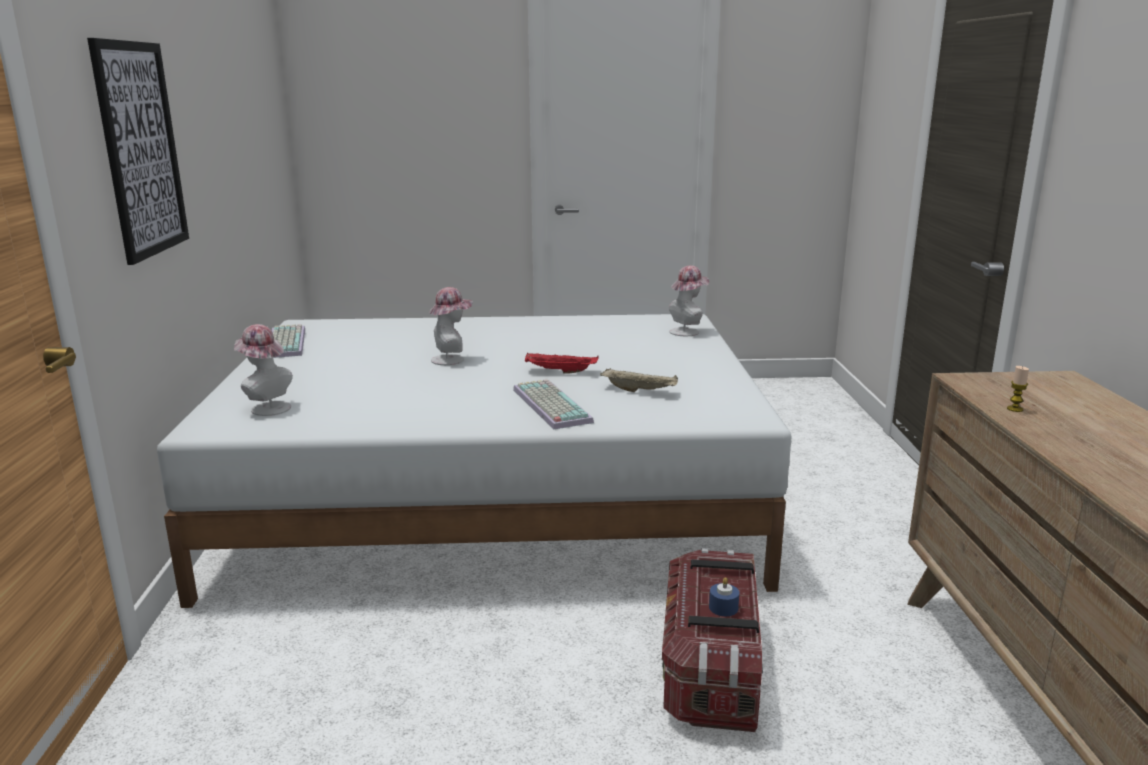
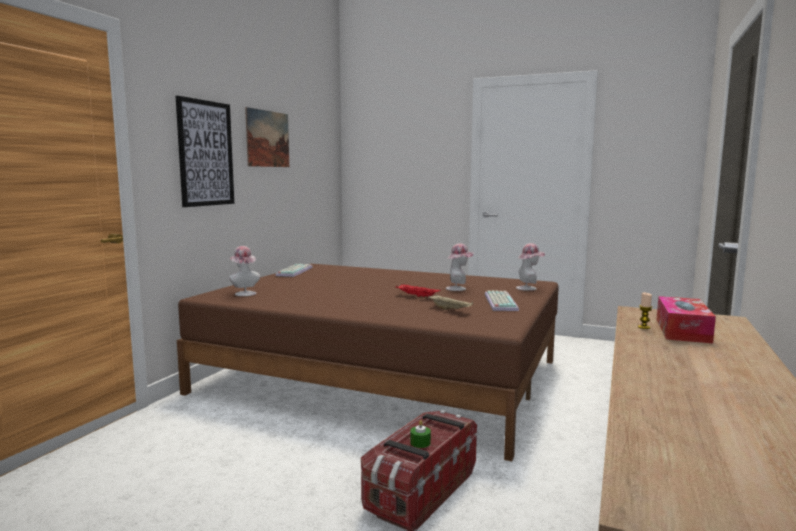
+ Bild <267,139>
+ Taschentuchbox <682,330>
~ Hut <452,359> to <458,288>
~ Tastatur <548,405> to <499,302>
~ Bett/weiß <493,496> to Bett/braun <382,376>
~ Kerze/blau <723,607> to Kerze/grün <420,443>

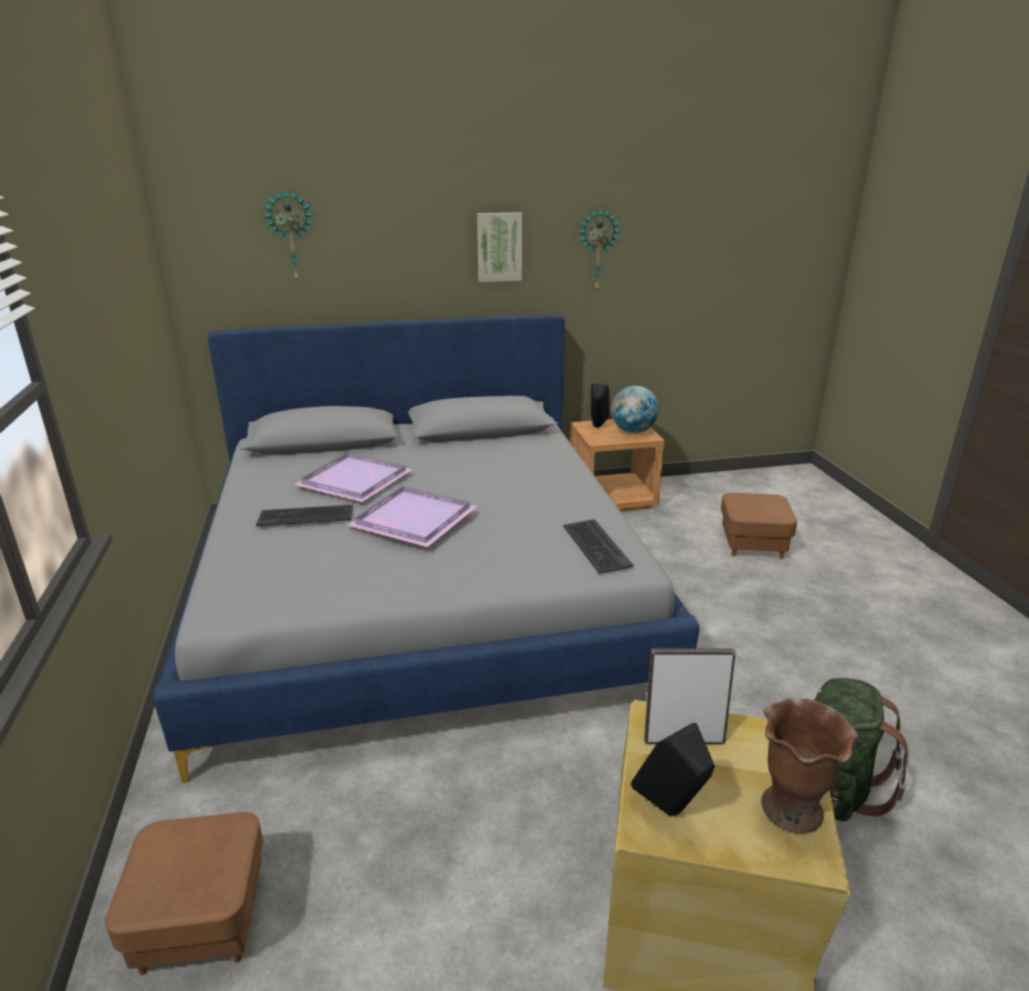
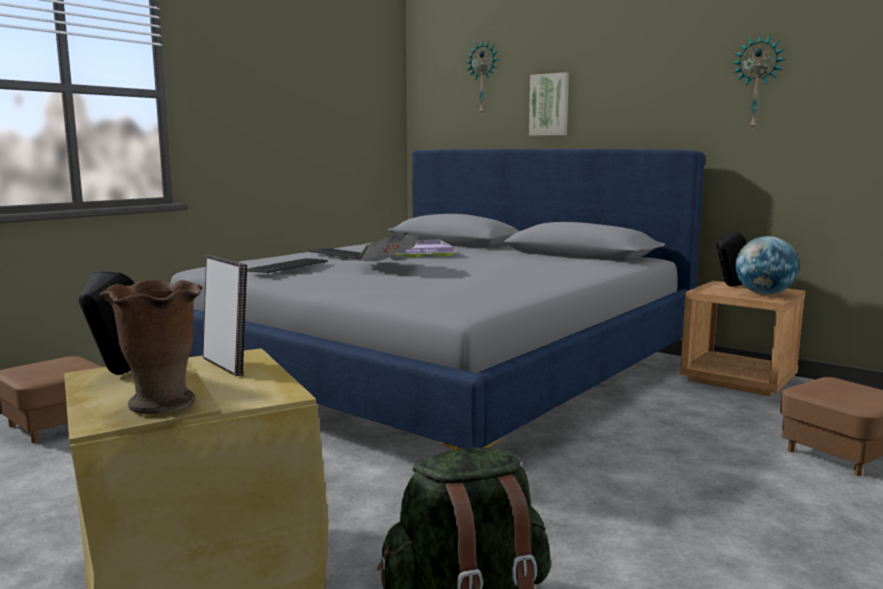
~ Bild <499,247> to <549,105>
~ Tastatur <595,546> to <287,266>
~ Tablett/lila <411,520> to Zeitung <388,265>

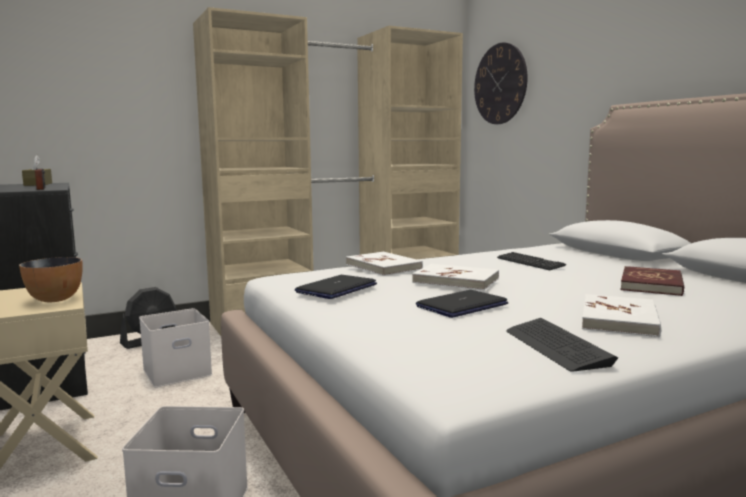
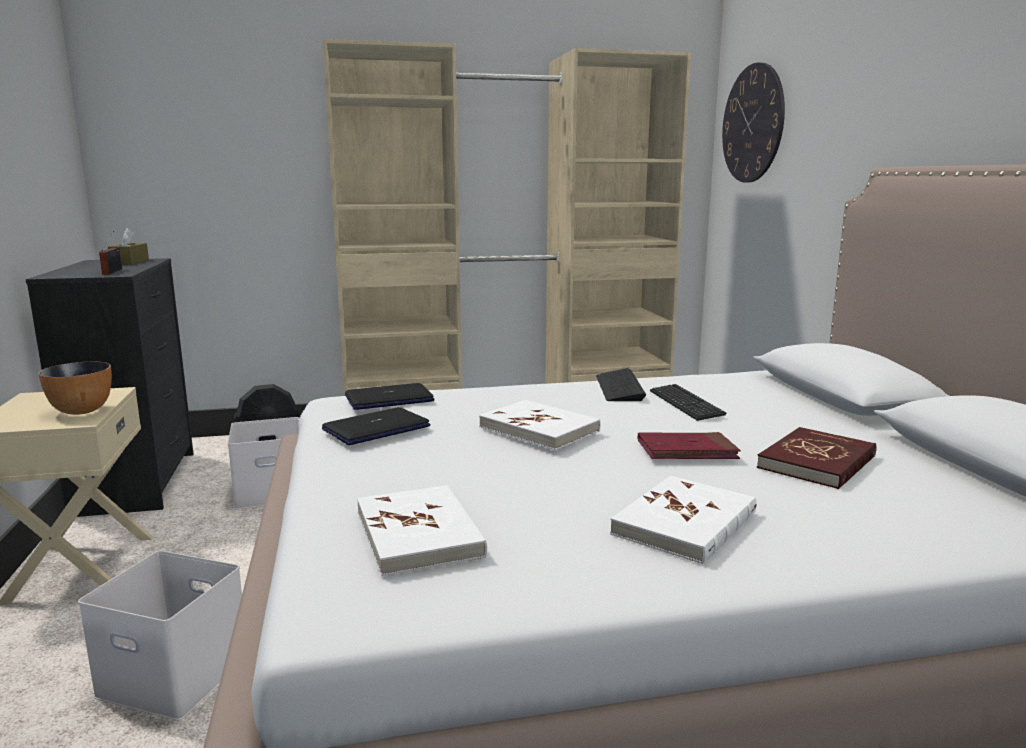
+ Buch/rot <686,451>
~ Buch/weiß <383,267> to <419,534>
~ Laptop <462,305> to <389,399>
~ Tastatur <556,346> to <619,387>

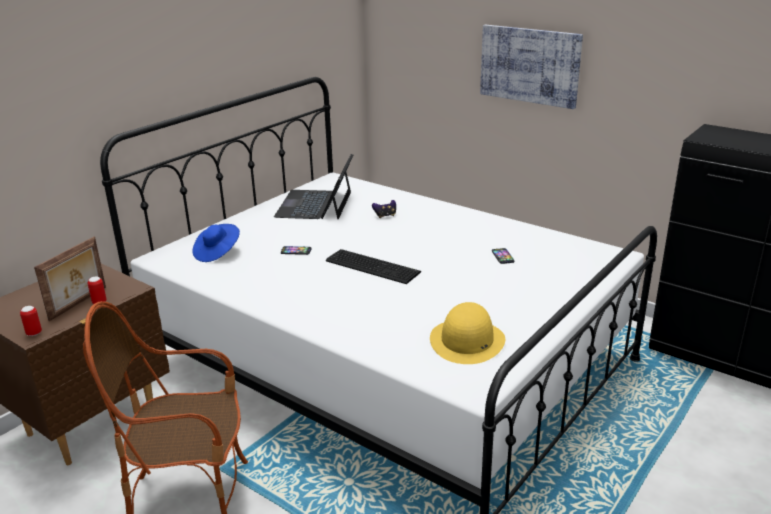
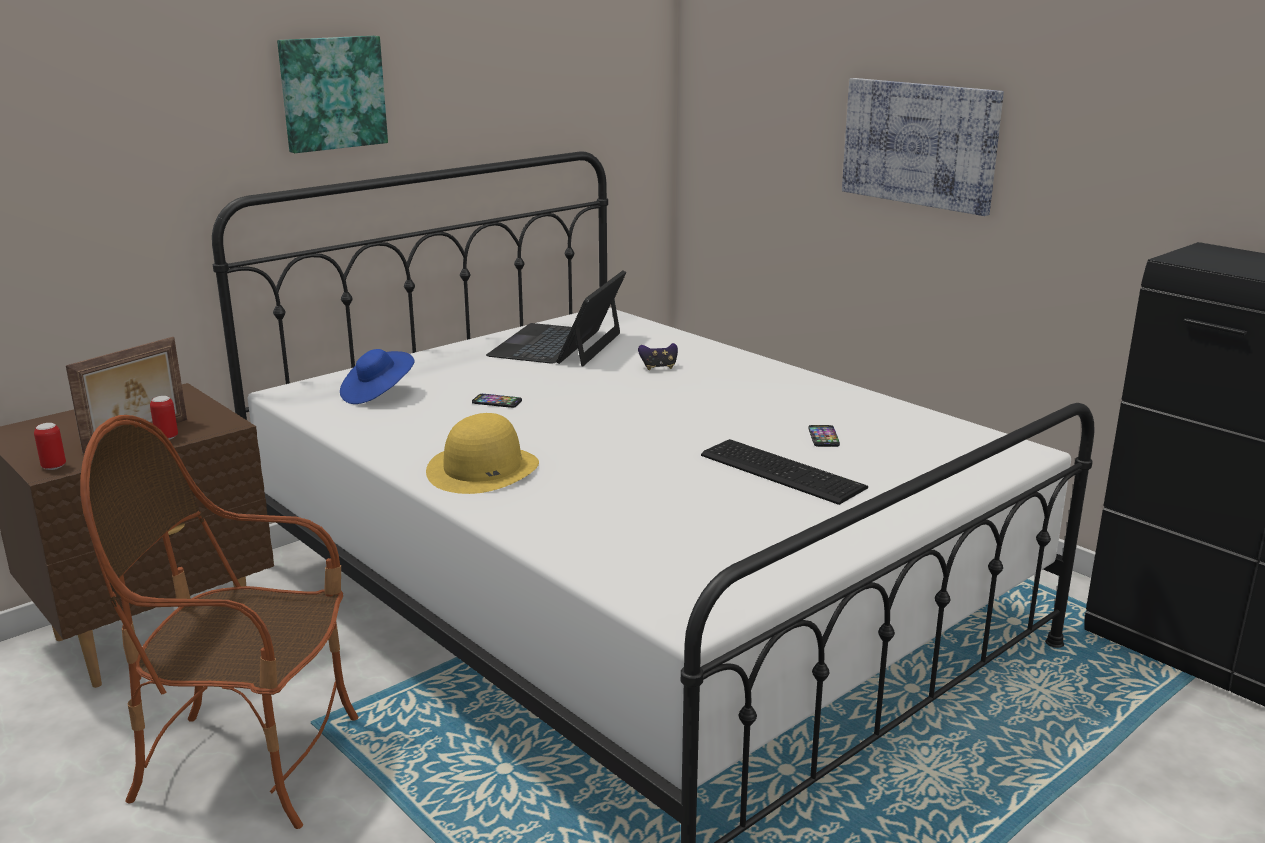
+ Bild <332,93>
~ Tastatur <372,265> to <781,470>
~ Hut/gelb <467,341> to <483,469>

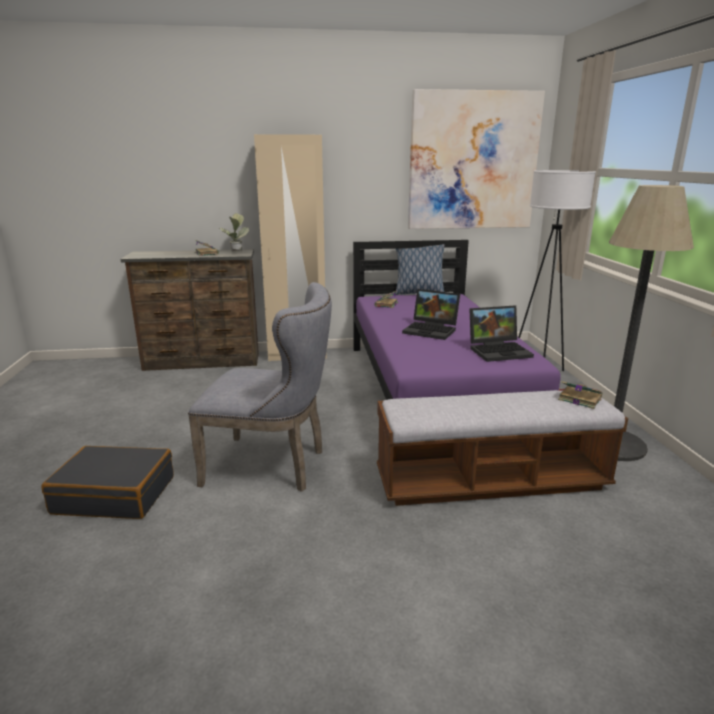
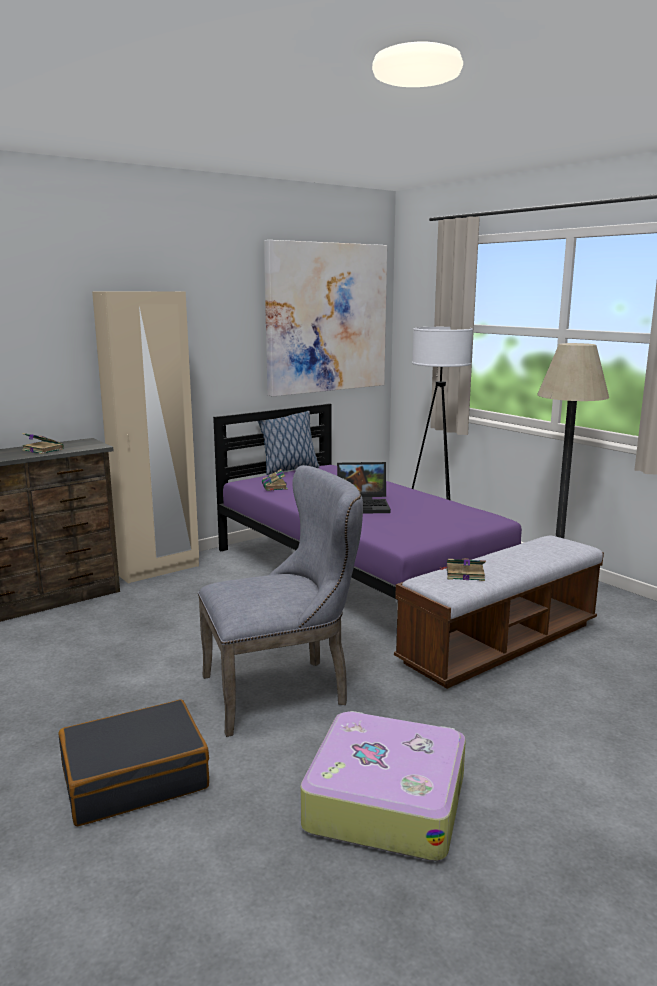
- Topfpflanze <236,252>
- Laptop <499,350>
+ Koffer <385,800>
~ Buch <578,399> to <463,574>

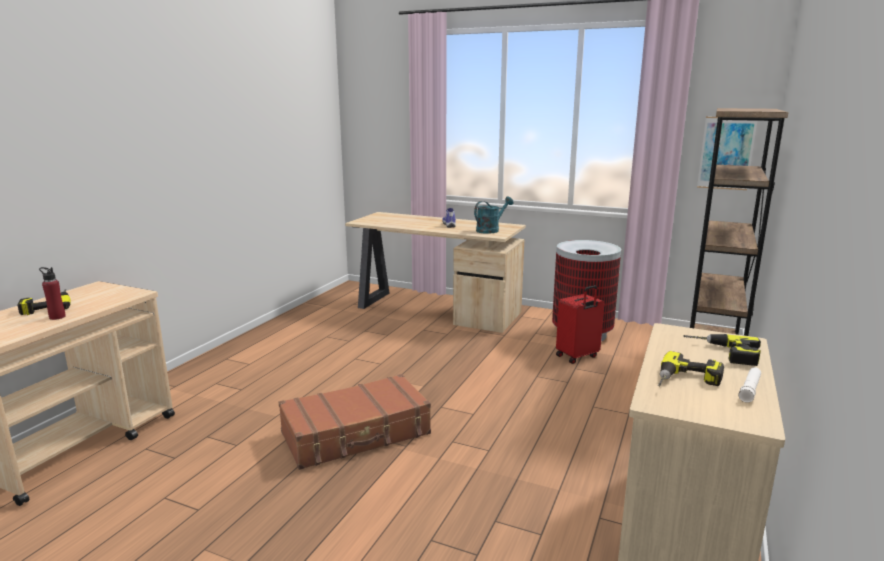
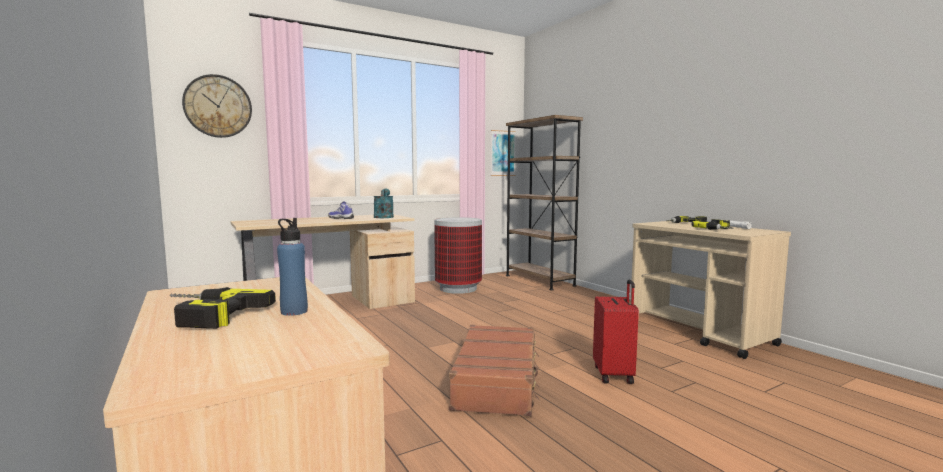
+ Wanduhr <218,106>
~ Koffer/rot <577,356> to <614,374>
~ Flasche/rot <57,317> to Flasche/blau <294,311>

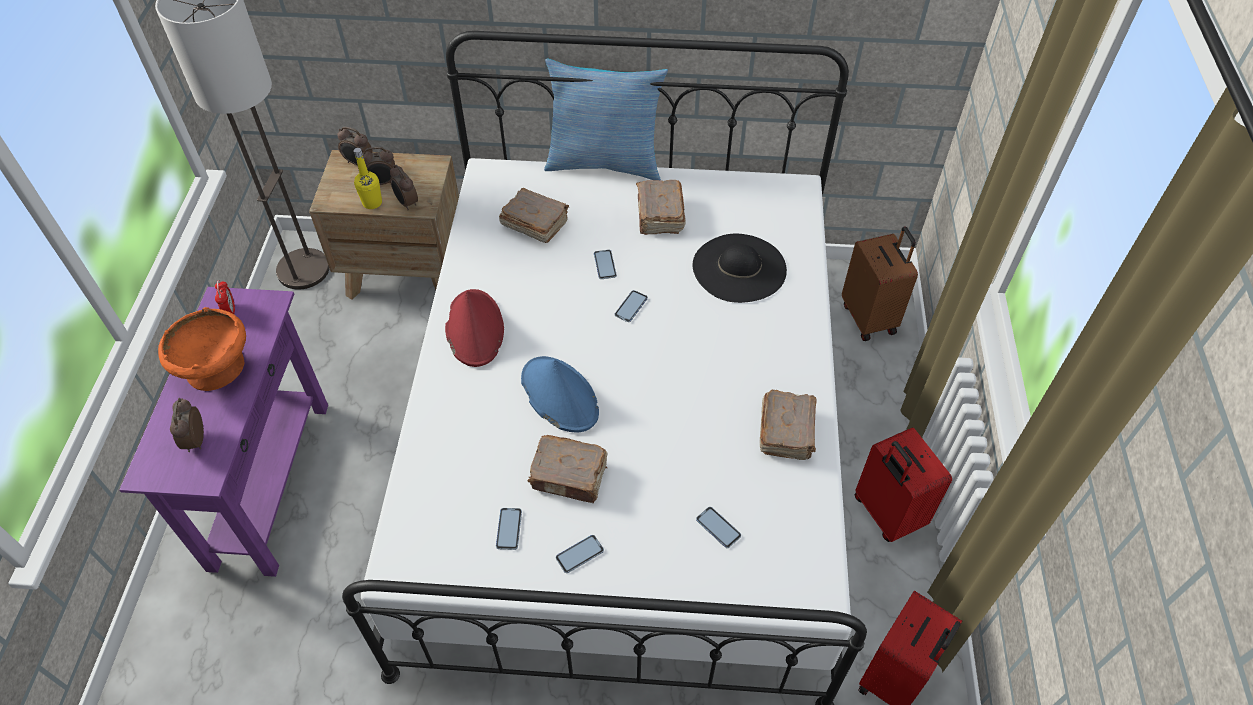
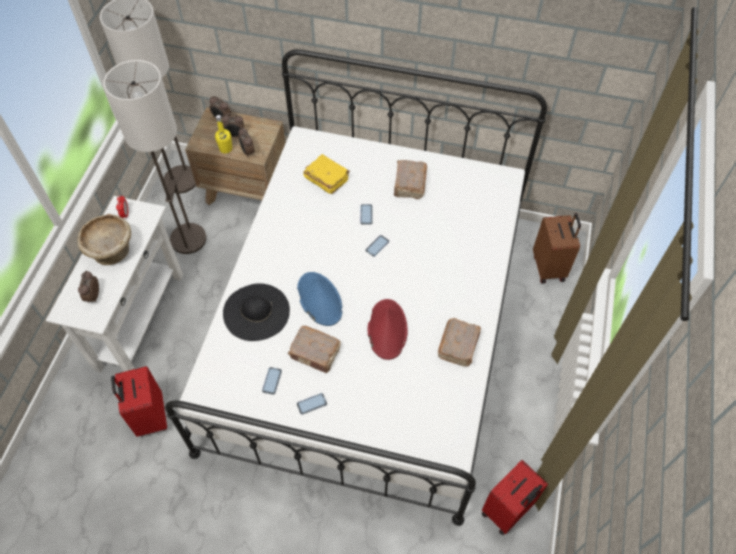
- Kissen <605,162>
- Handy <718,528>
+ Stehlampe <188,239>
~ Hut/rot <474,328> to <387,329>
~ Hut/schwarz <739,268> to <256,312>
~ Koffer/rot <886,514> to <150,416>
~ Konsolentisch/lila <270,483> to Konsolentisch/weiß <140,321>
~ Schüssel/orange <216,368> to Schüssel/beige <112,251>
~ Buch/braun <534,223> to Buch/gelb <326,179>

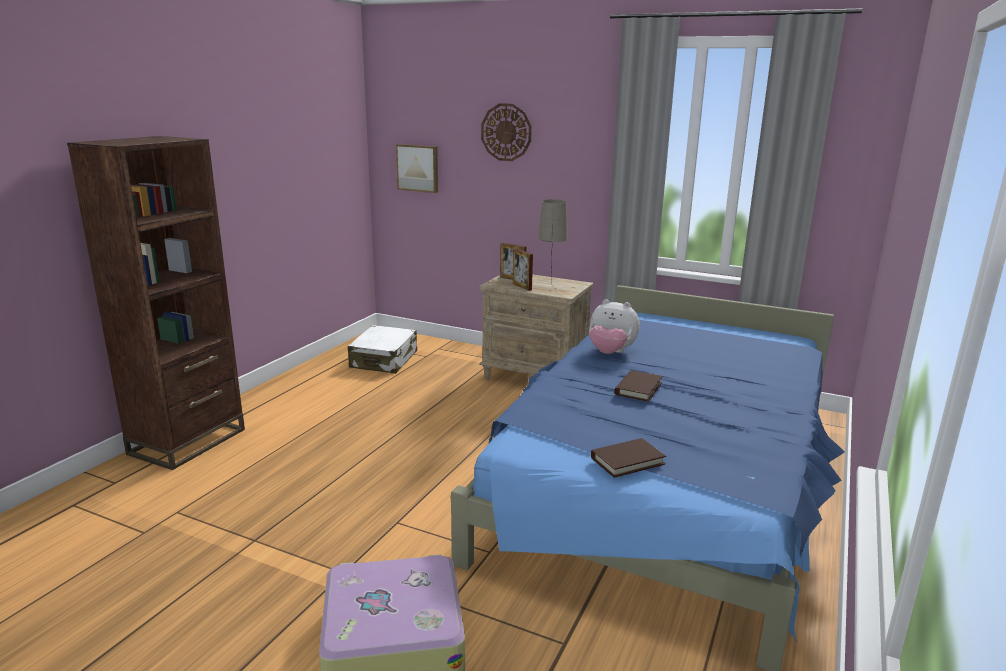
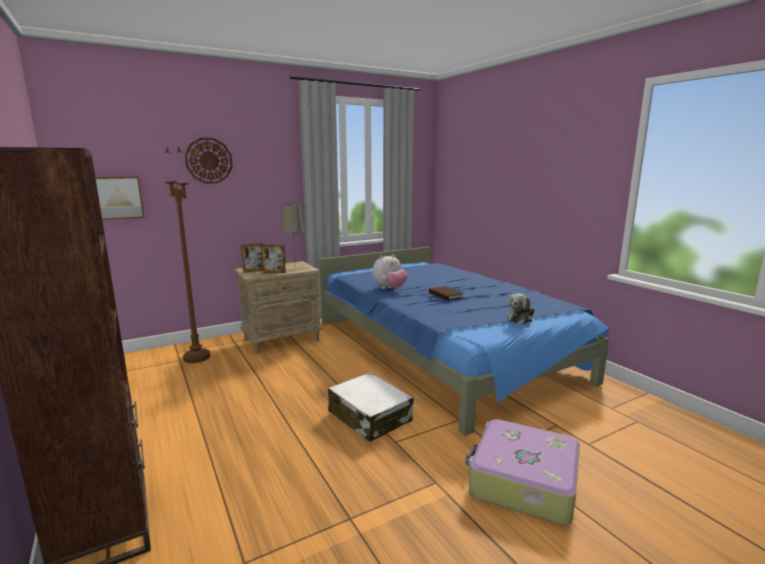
+ Stehlampe/braun <197,357>
~ Koffer/weiß <384,360> to <369,417>
~ Buch/braun <627,461> to Plüschtier <520,318>

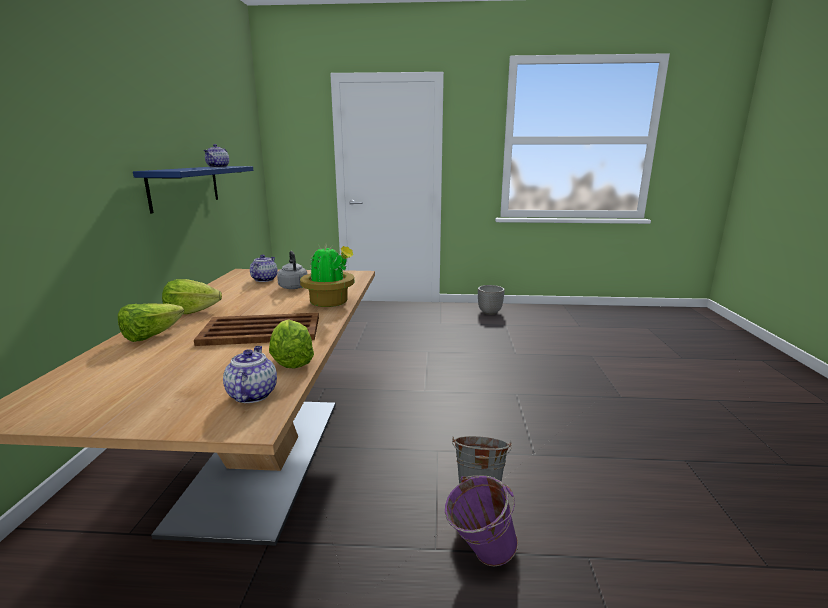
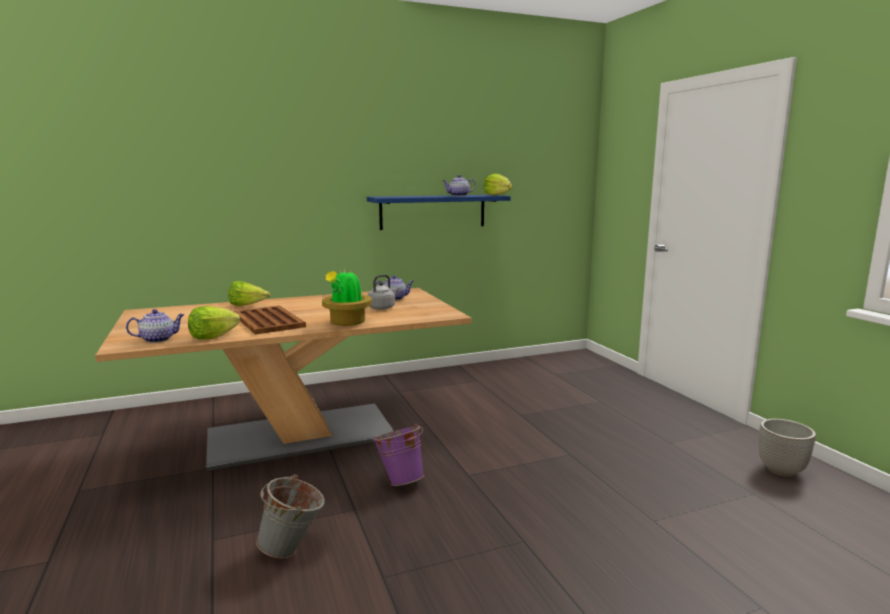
~ Salatkopf <191,311> to <497,195>
~ Eimer/lila <479,554> to <400,480>

